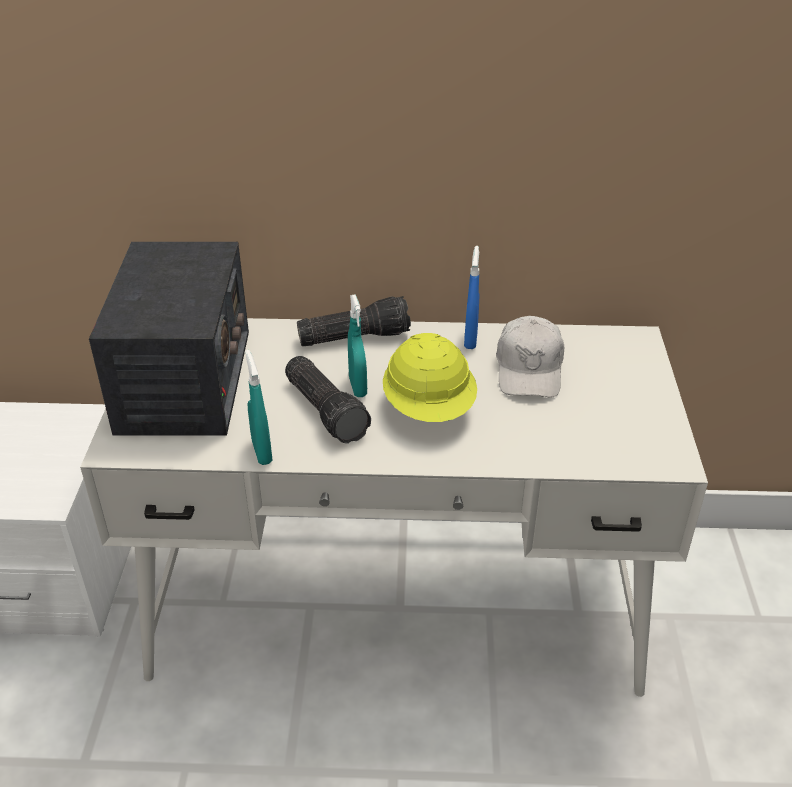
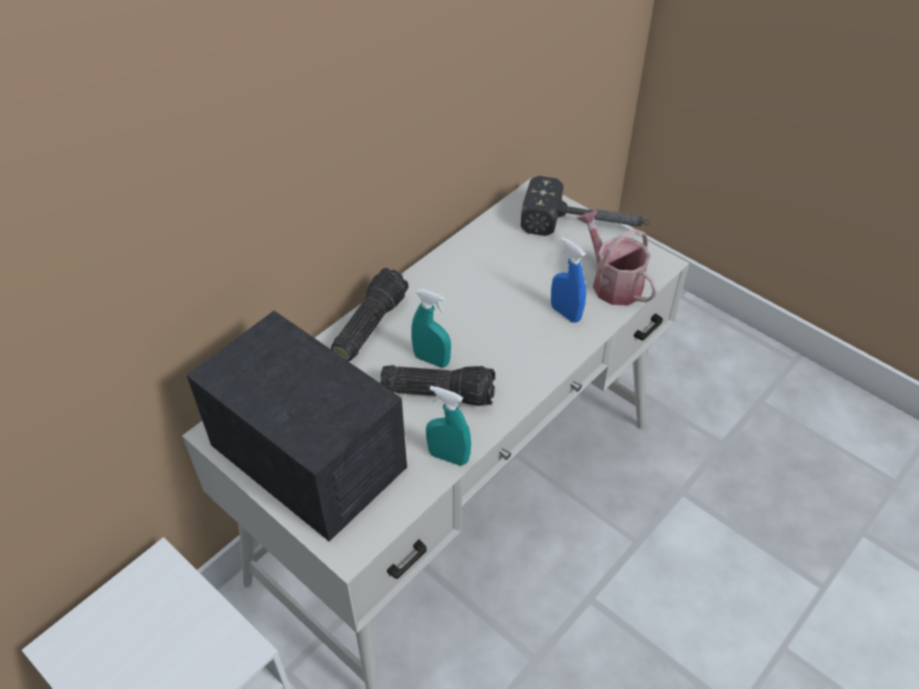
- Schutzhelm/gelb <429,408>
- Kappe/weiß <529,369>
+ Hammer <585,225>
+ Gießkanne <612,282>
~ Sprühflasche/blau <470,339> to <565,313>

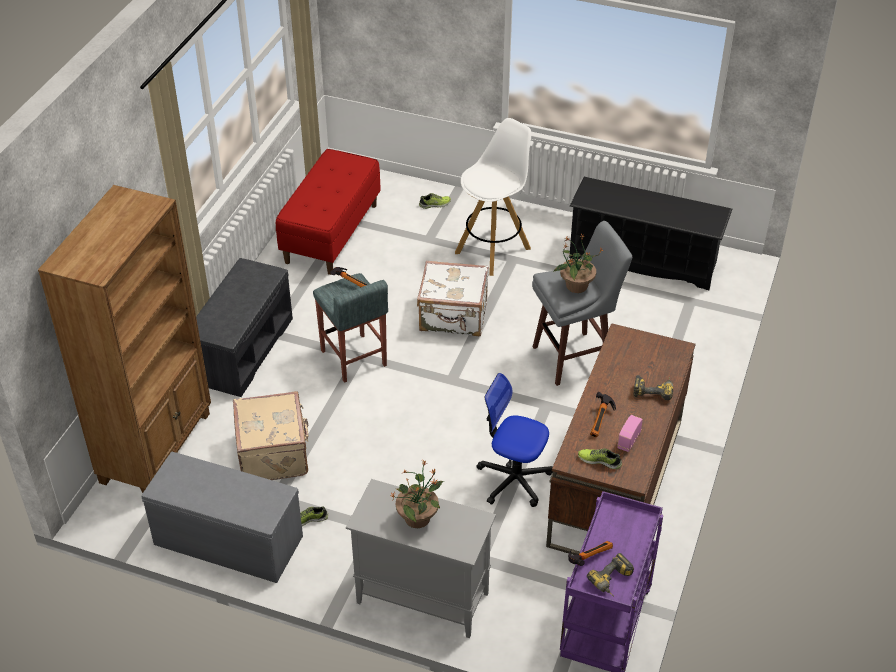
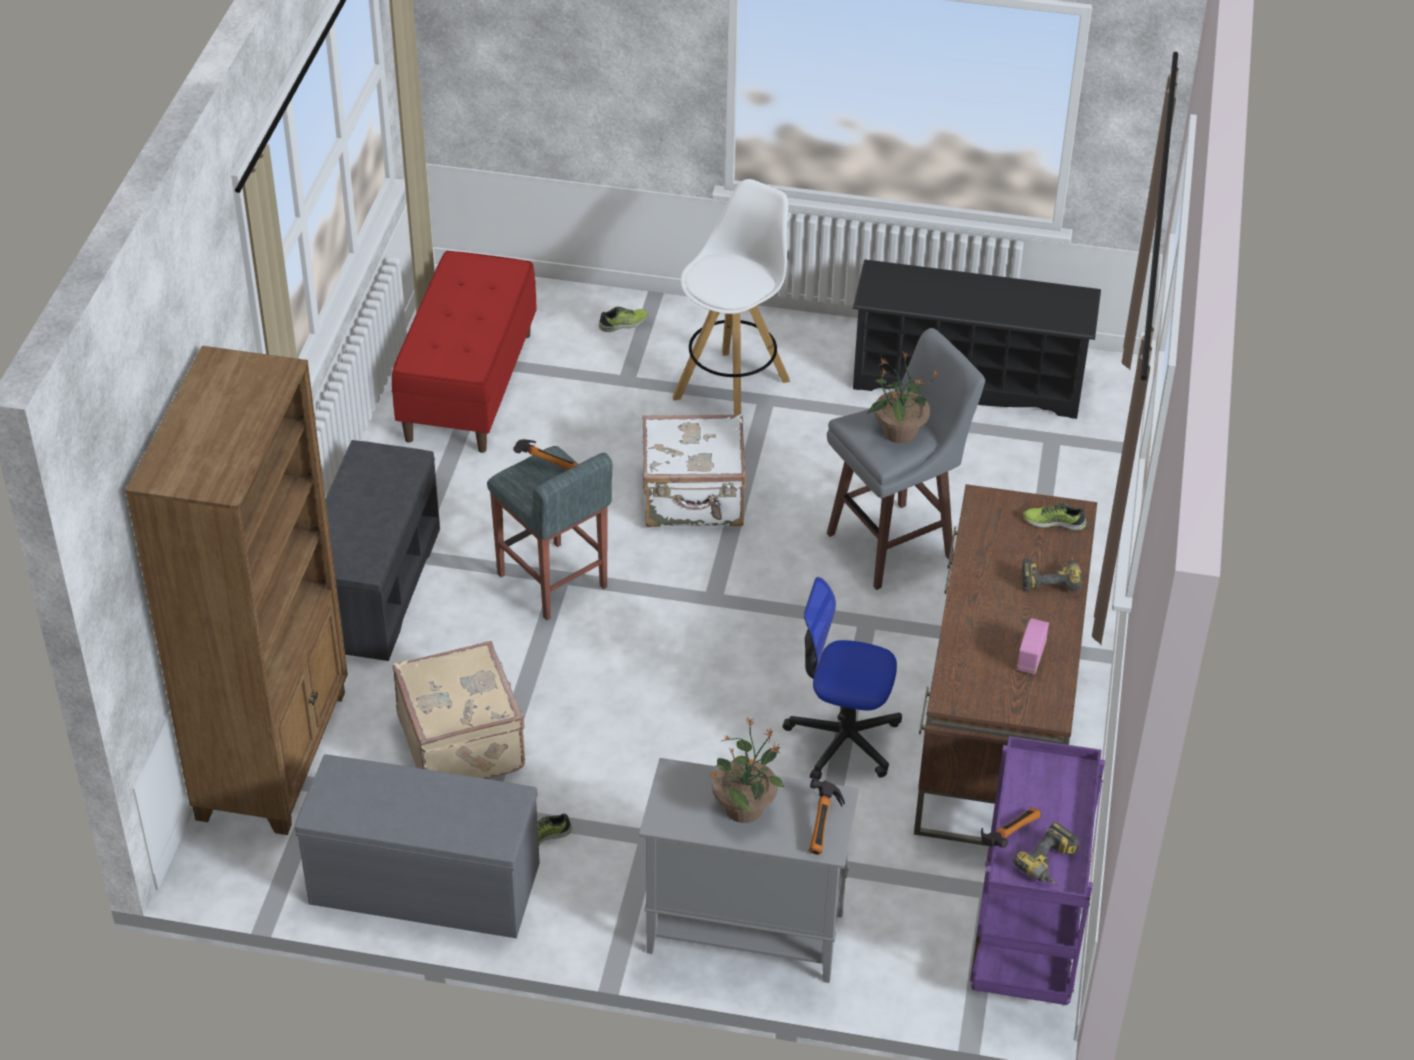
~ Schuh <599,460> to <1054,522>
~ Hammer <602,421> to <825,827>

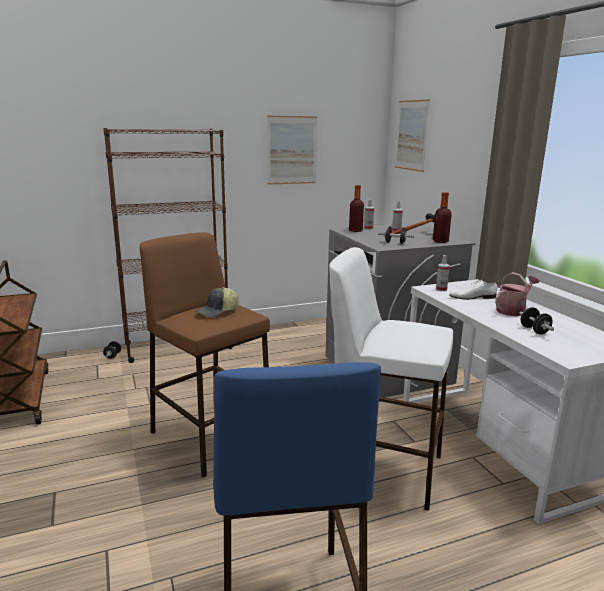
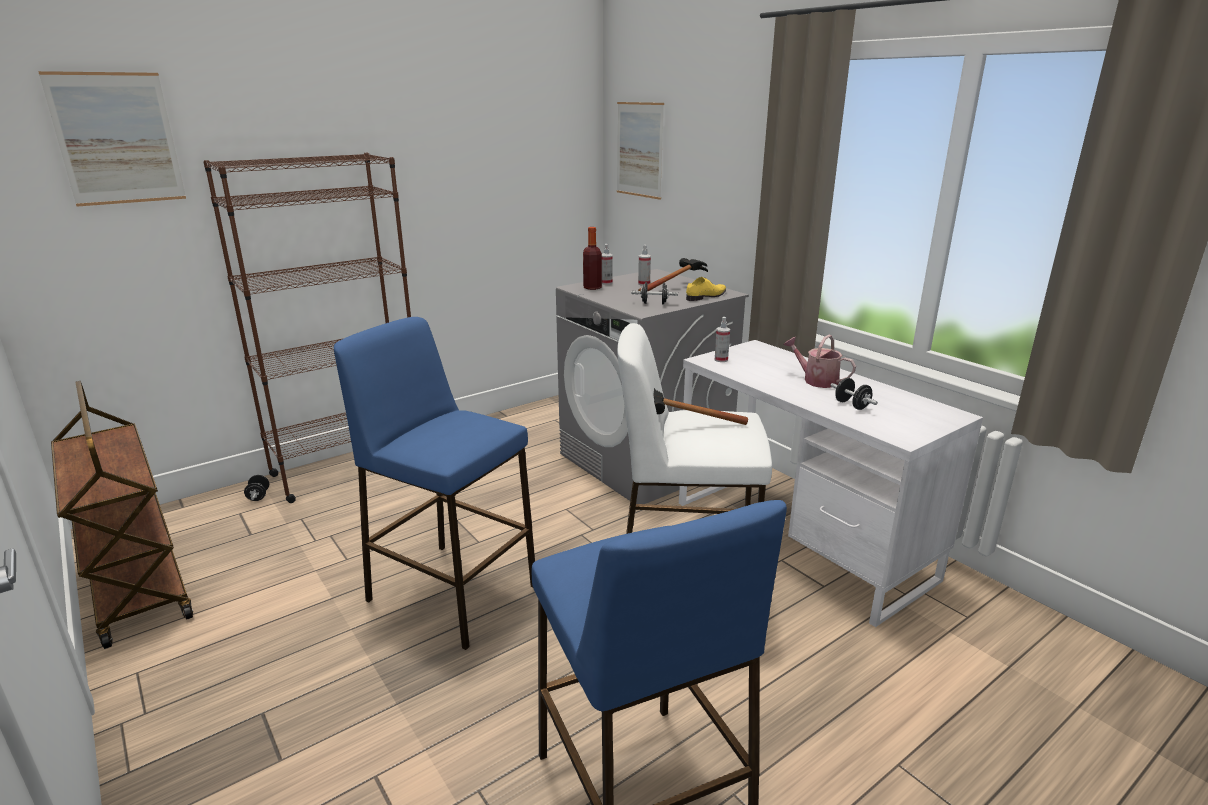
- Kappe <218,312>
- Schuh/weiß <472,297>
+ Hammer <683,425>
~ Bild <292,150> to <117,139>
~ Flasche <440,241> to Schuh/gelb <706,296>
~ Hocker/braun <210,437> to Hocker/blau <451,592>
~ Gießkanne <513,310> = <816,380> 90 degrees counterclockwise

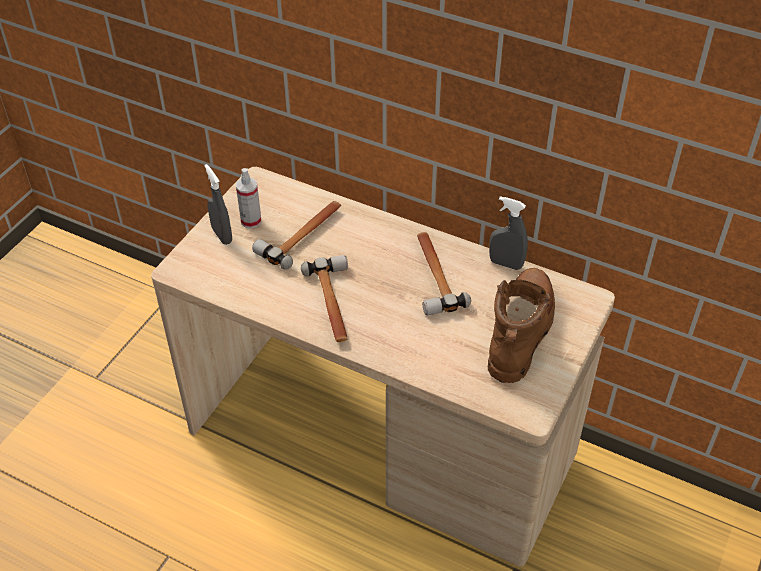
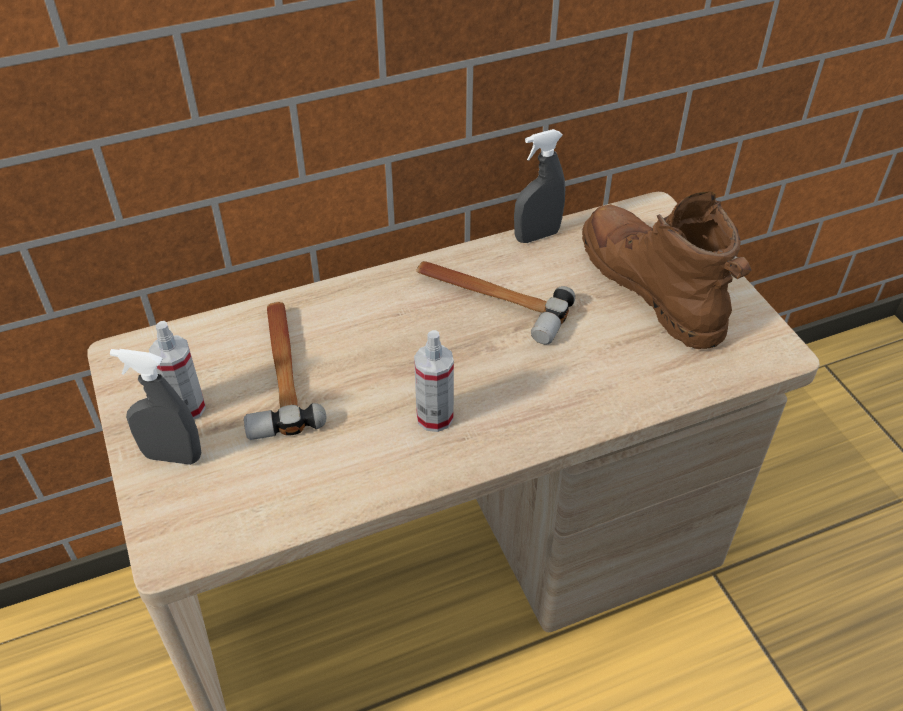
~ Hammer <333,304> to Sprühflasche <435,417>

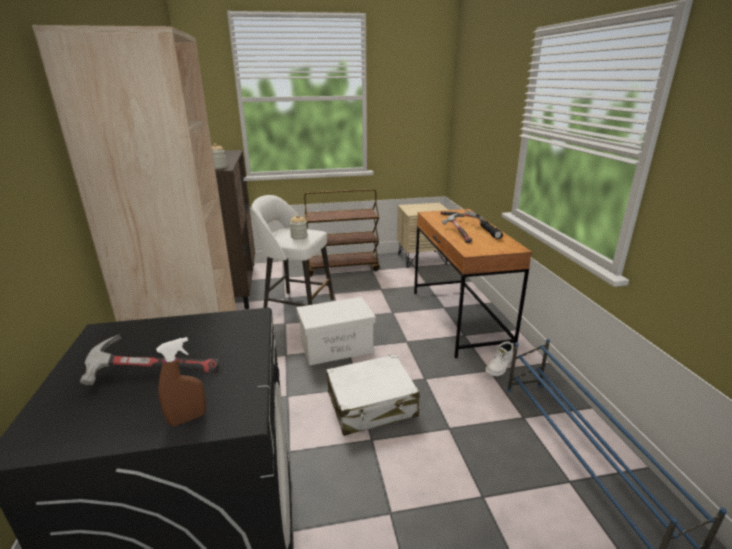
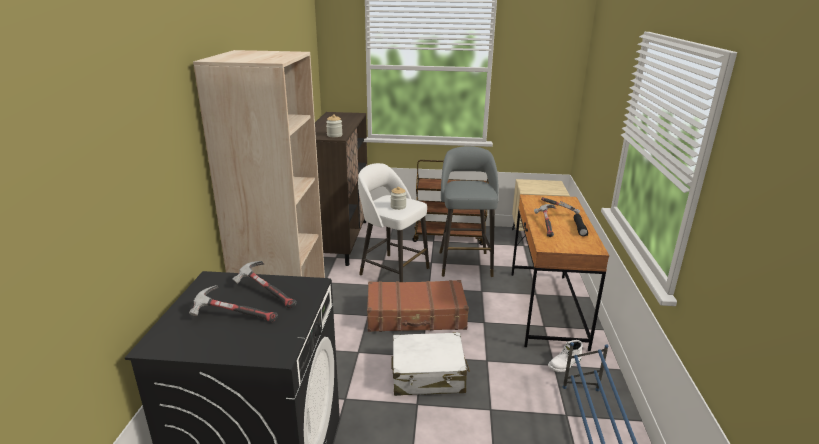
- Sprühflasche/braun <187,419>
+ Hammer <266,293>
+ Hocker/grau <465,263>
~ Aufbewahrungsbox/weiß <337,347> to Koffer/braun <416,316>

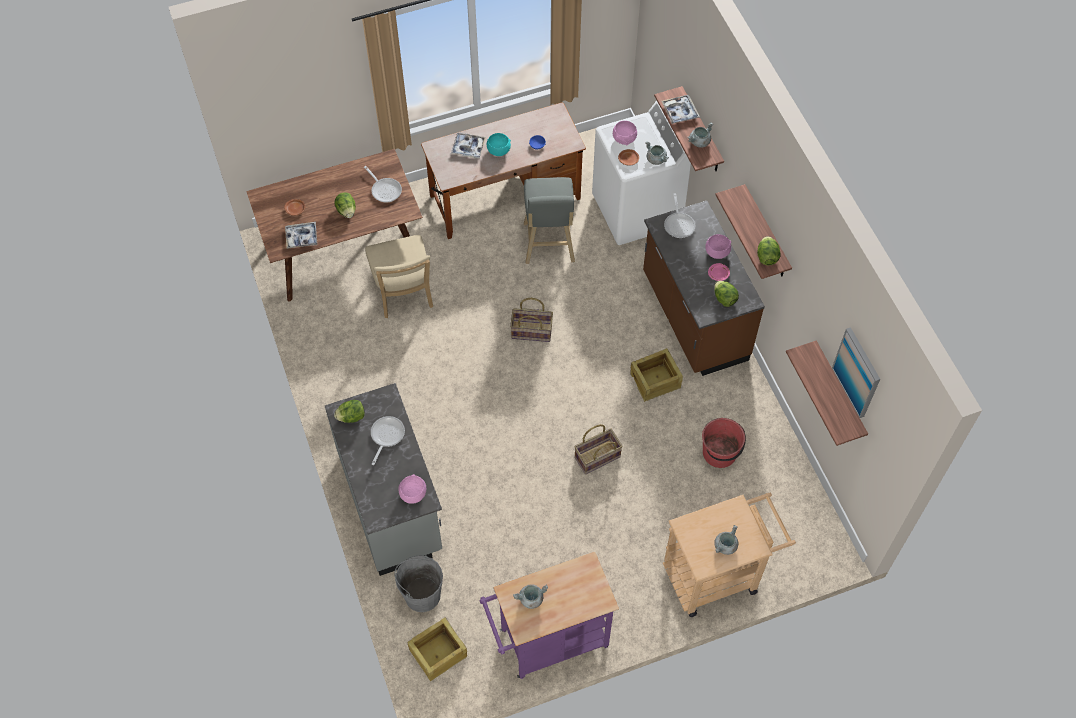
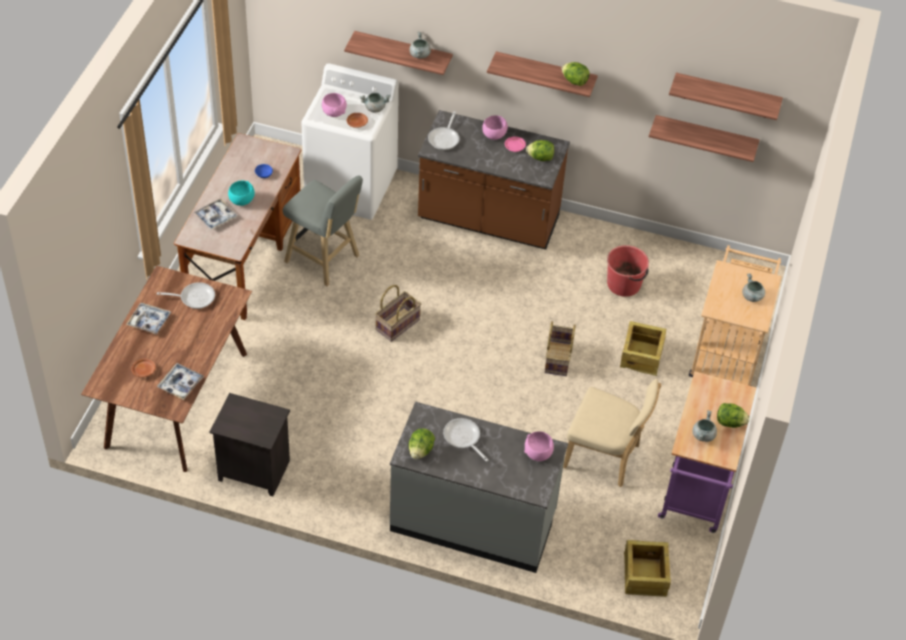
- Eimer/grau <422,594>
+ Nachttisch/schwarz <252,471>
~ Salatkopf <346,211> to <730,422>
~ Stuhl/beige <403,294> to <605,458>
~ Kiste <655,381> to <642,355>
~ Tablett <680,112> to <149,321>
~ Bild <857,372> to Wandregal <726,96>
~ Pfanne <679,224> = <444,138> 75 degrees clockwise

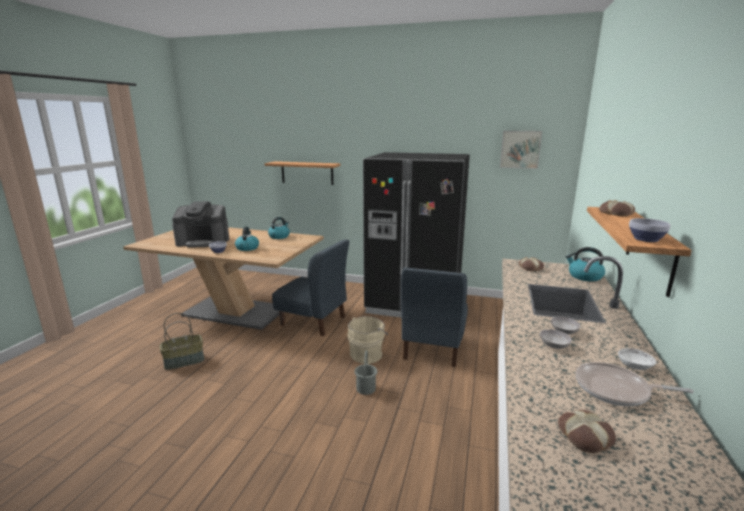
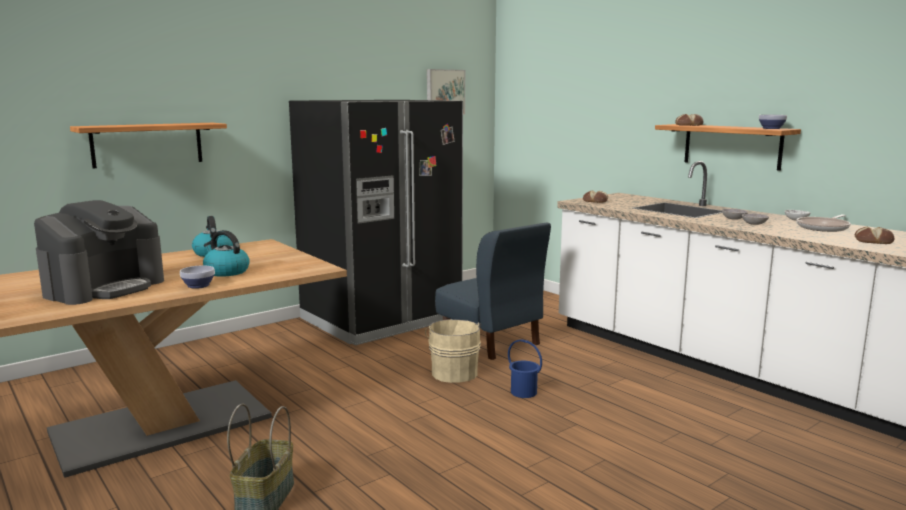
- Stuhl/blau <313,321>
- Wasserkessel <584,276>
~ Eimer/grau <366,388> to Eimer/blau <523,392>

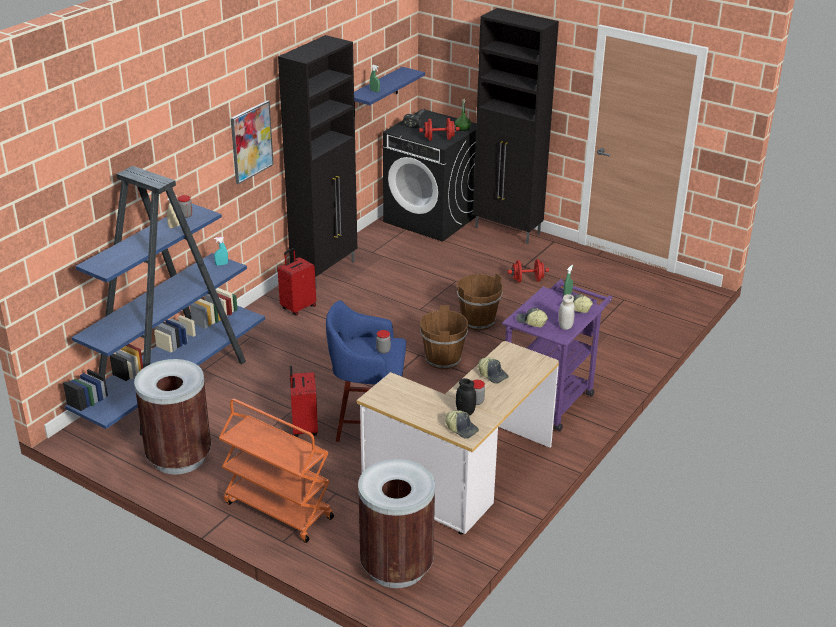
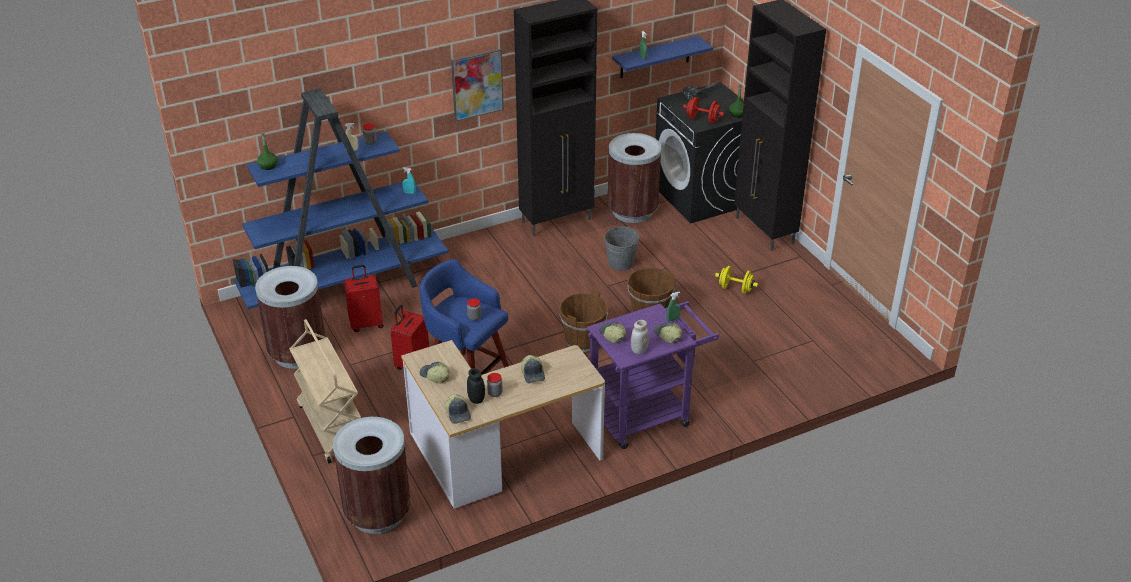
+ Flasche/grün <268,166>
+ Kappe <434,376>
+ Eimer/grau <621,263>
+ Mülleimer/braun <632,211>
~ Koffer/rot <298,307> to <366,324>
~ Rollwagen/orange <277,510> to Rollwagen/beige <330,427>
~ Hantel/rot <527,280> to Hantel/gelb <735,289>

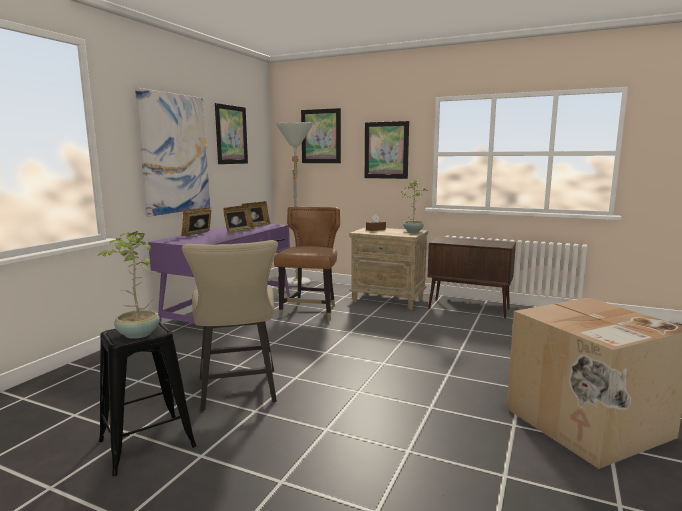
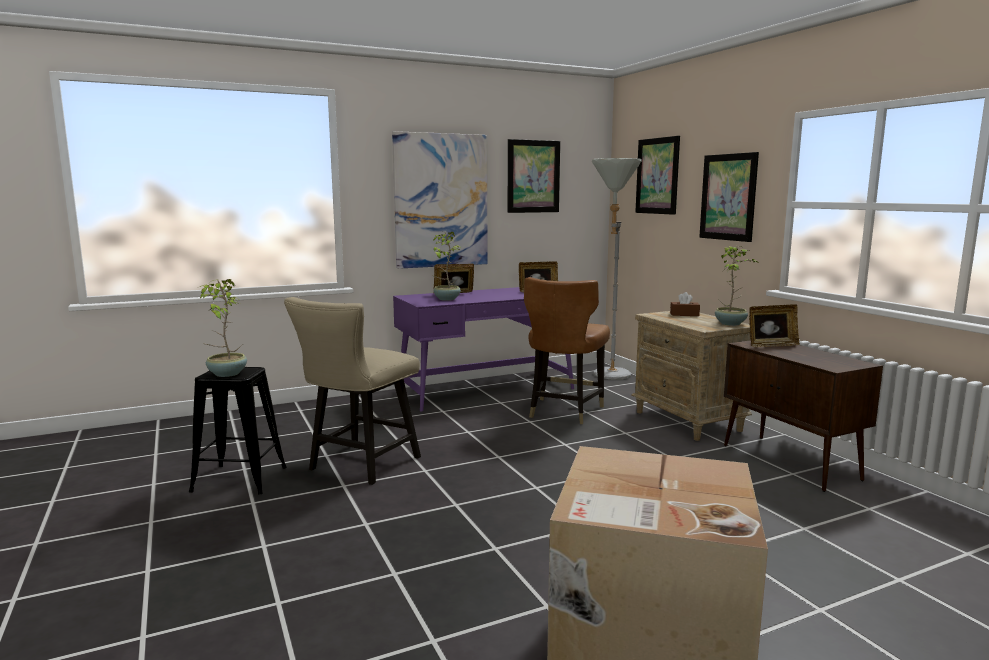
+ Topfpflanze <446,299>
~ Bilderrahmen <239,231> to <771,345>
~ Stuhl/braun <310,312> = <563,411> 150 degrees clockwise

